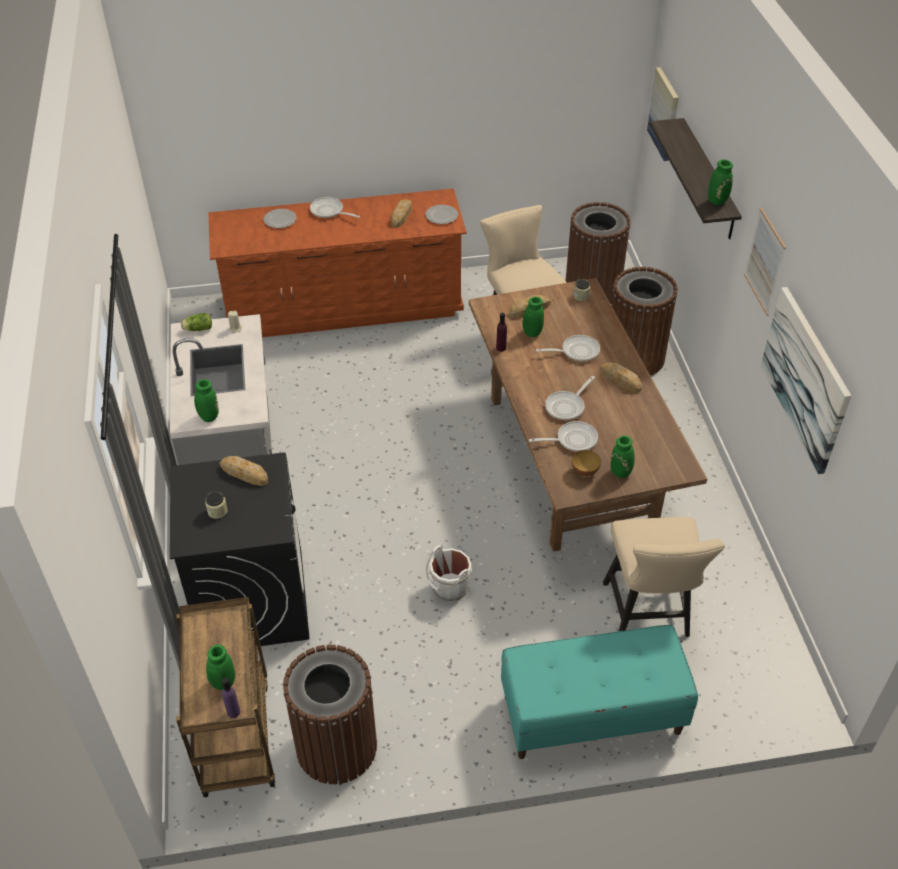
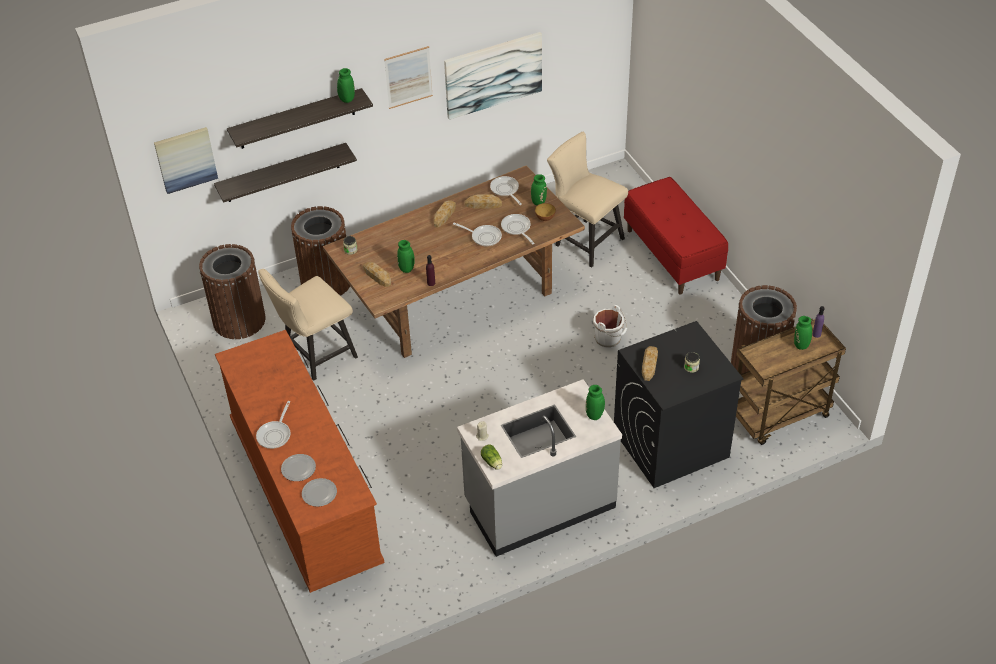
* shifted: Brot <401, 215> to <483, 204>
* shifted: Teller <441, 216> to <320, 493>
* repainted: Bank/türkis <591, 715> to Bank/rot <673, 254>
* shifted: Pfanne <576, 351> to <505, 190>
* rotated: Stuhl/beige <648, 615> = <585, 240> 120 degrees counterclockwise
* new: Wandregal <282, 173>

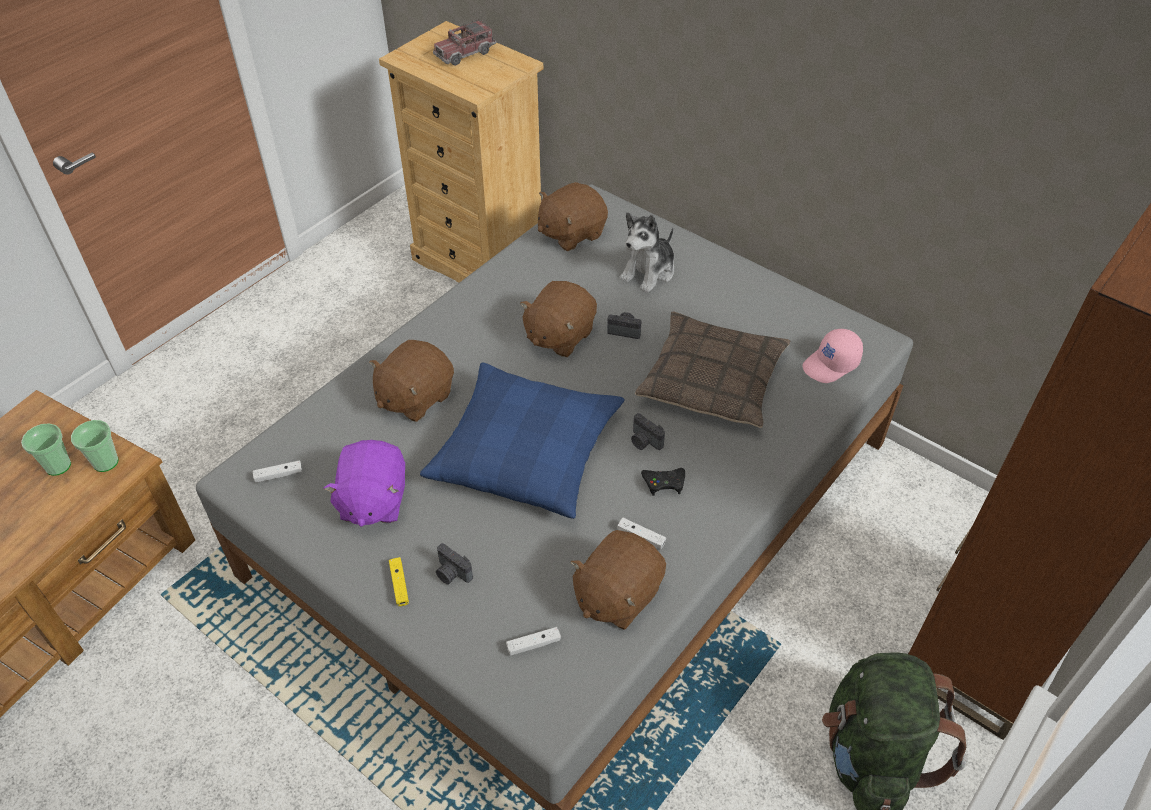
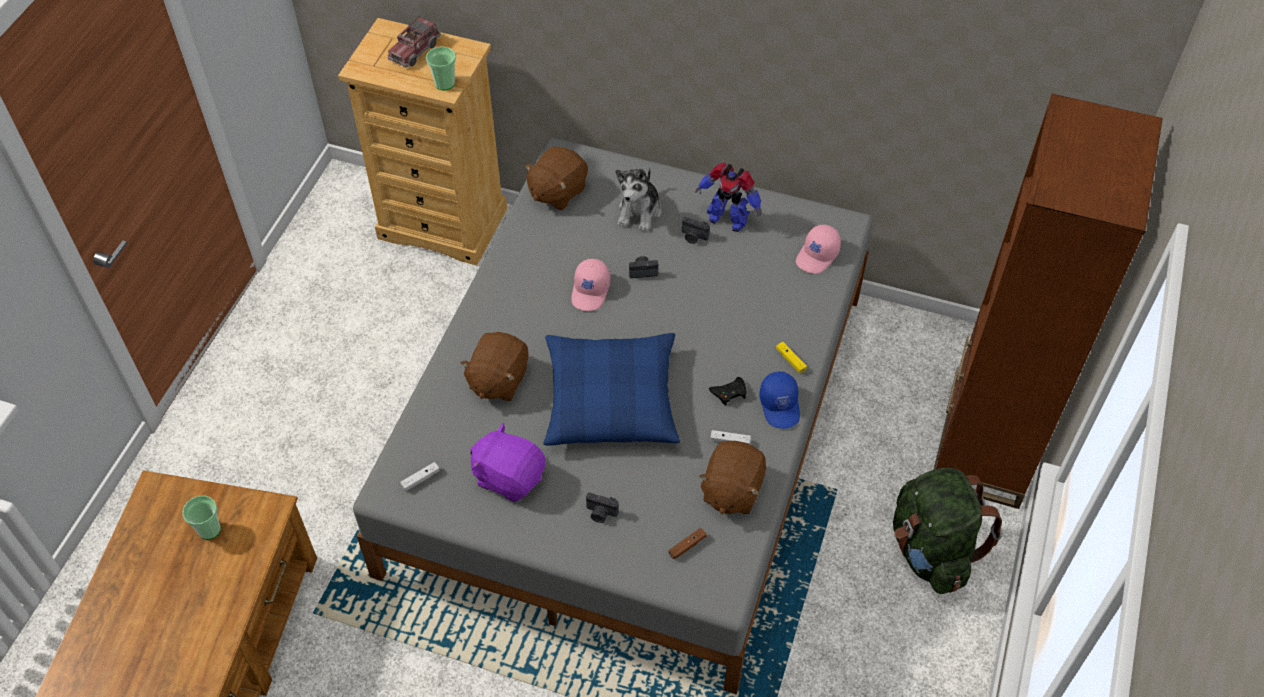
* shifted: Tasse <105, 462> to <444, 83>
* rotated: Plüschtier/lila <372, 501> = <509, 476> 135 degrees clockwise
* shifted: Gamepad/gelb <399, 585> to <790, 360>
* repainted: Gamepad/weiß <533, 644> to Gamepad/braun <687, 546>
* swapped: Plüschtier/braun <559, 336> to Kappe/rosa <591, 291>
* shifted: Kamera <644, 441> to <693, 237>
* gone: Kissen <712, 380>
* new: Spielzeugroboter <727, 218>
* new: Kappe/blau <780, 405>

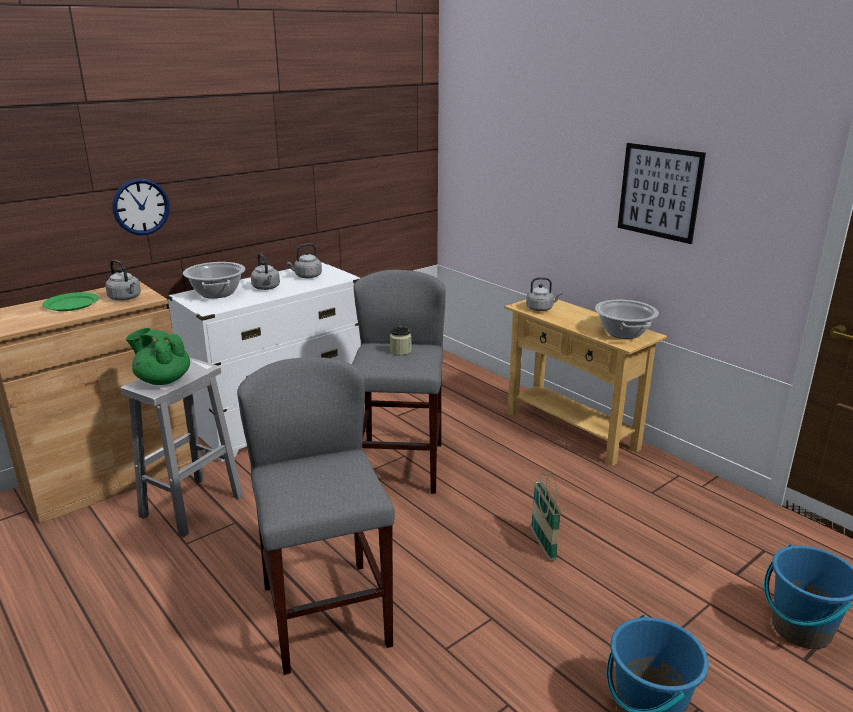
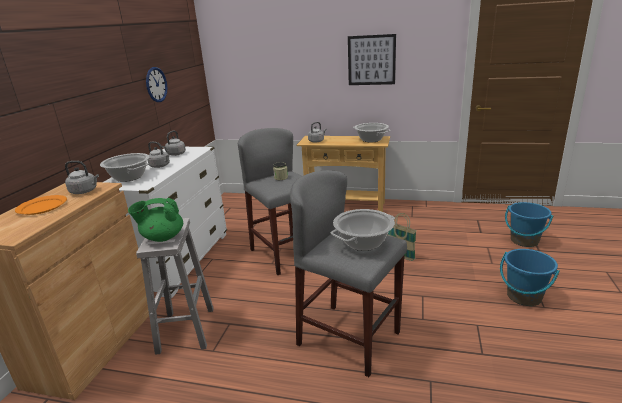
* repainted: Teller/grün <71, 304> to Teller/orange <42, 207>
* shifted: Wanduhr <141, 207> to <156, 84>
* new: Kochtopf <363, 243>

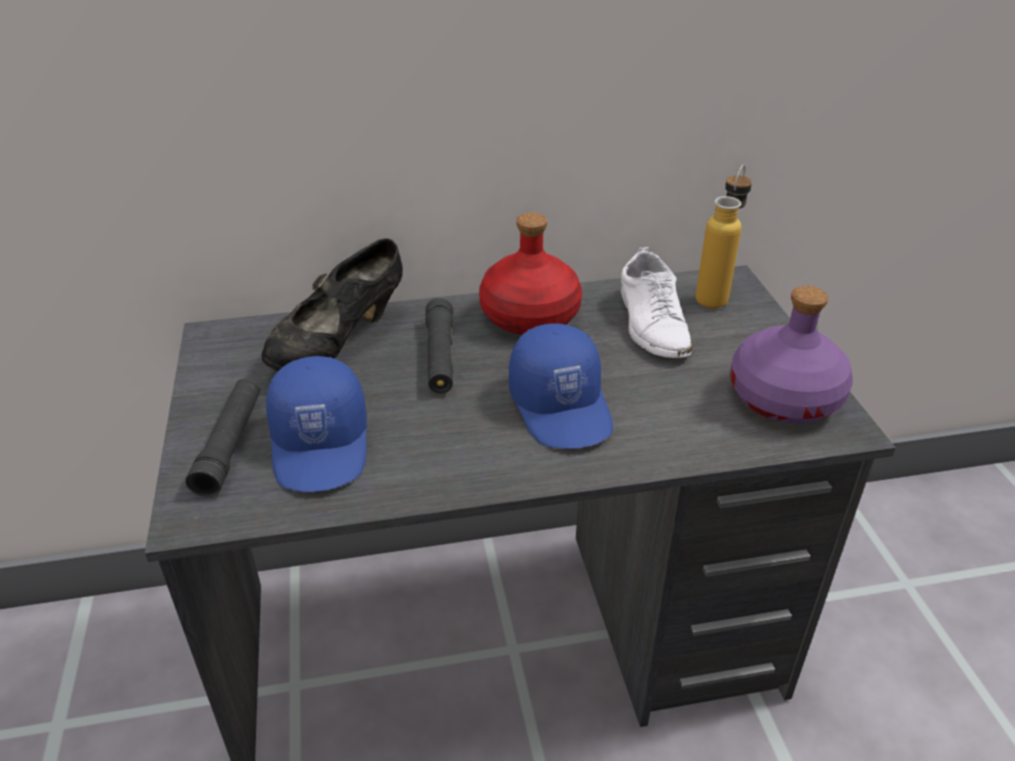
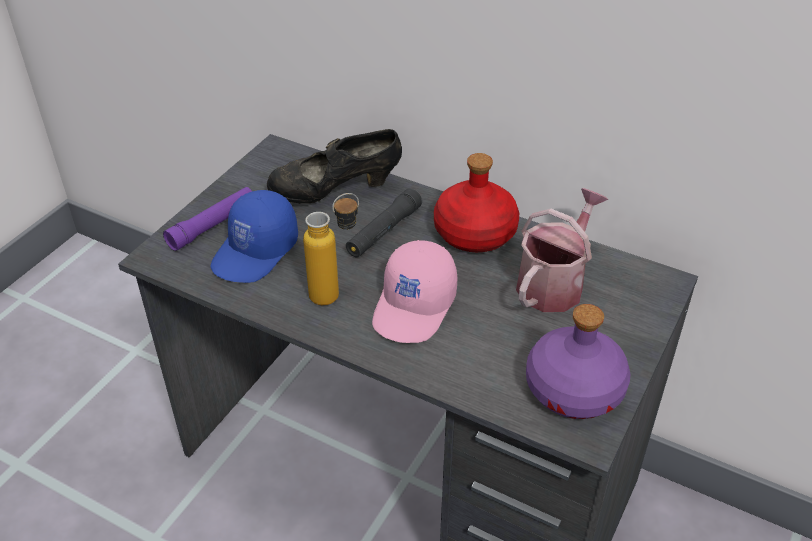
* repainted: Taschenlampe/schwarz <230, 445> to Taschenlampe/lila <213, 225>
* repainted: Kappe/blau <562, 406> to Kappe/rosa <415, 307>
* swapped: Schuh/weiß <652, 323> to Gießkanne <554, 283>
* shifted: Flasche <715, 294> to <336, 293>

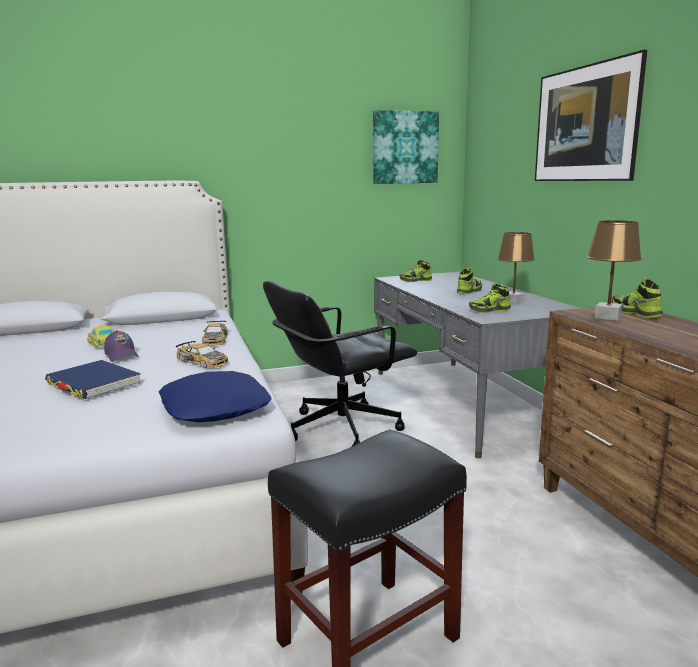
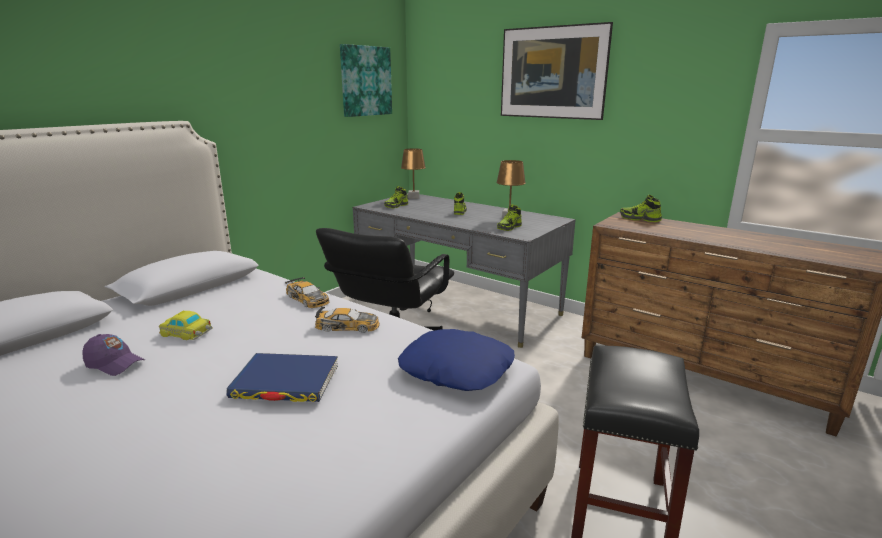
* shifted: Kappe/lila <121, 356> to <114, 364>
* shifted: Tischlampe/braun <607, 317> to <413, 197>

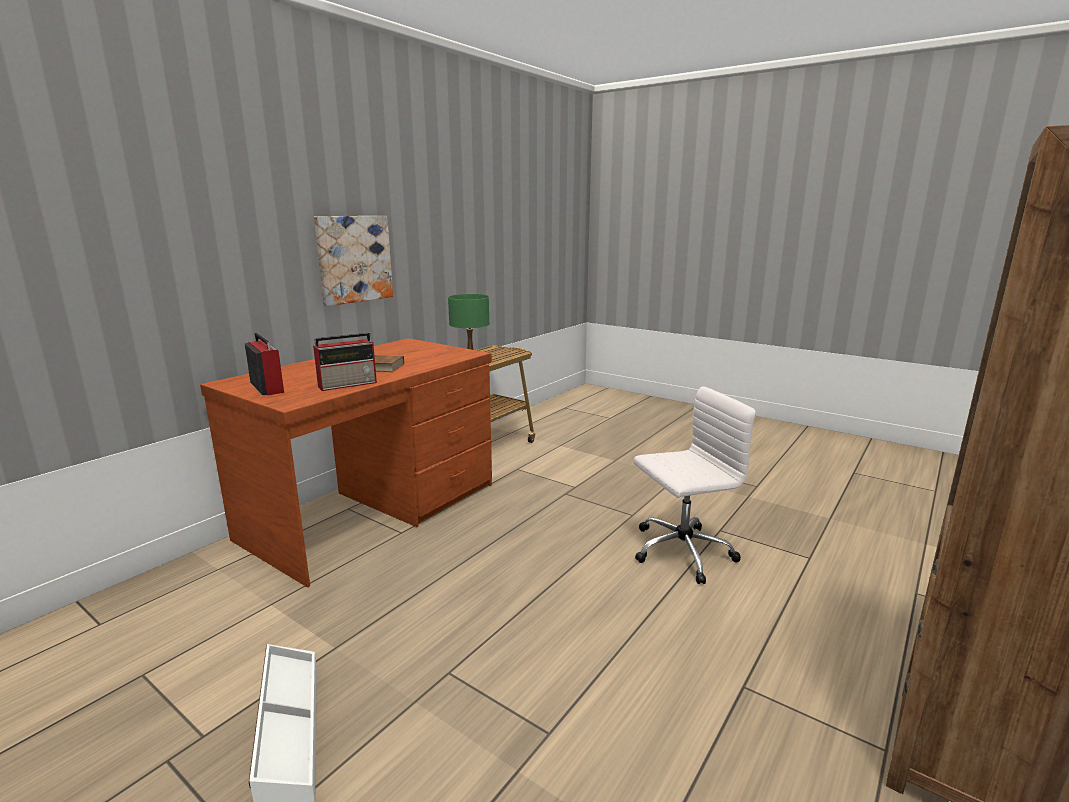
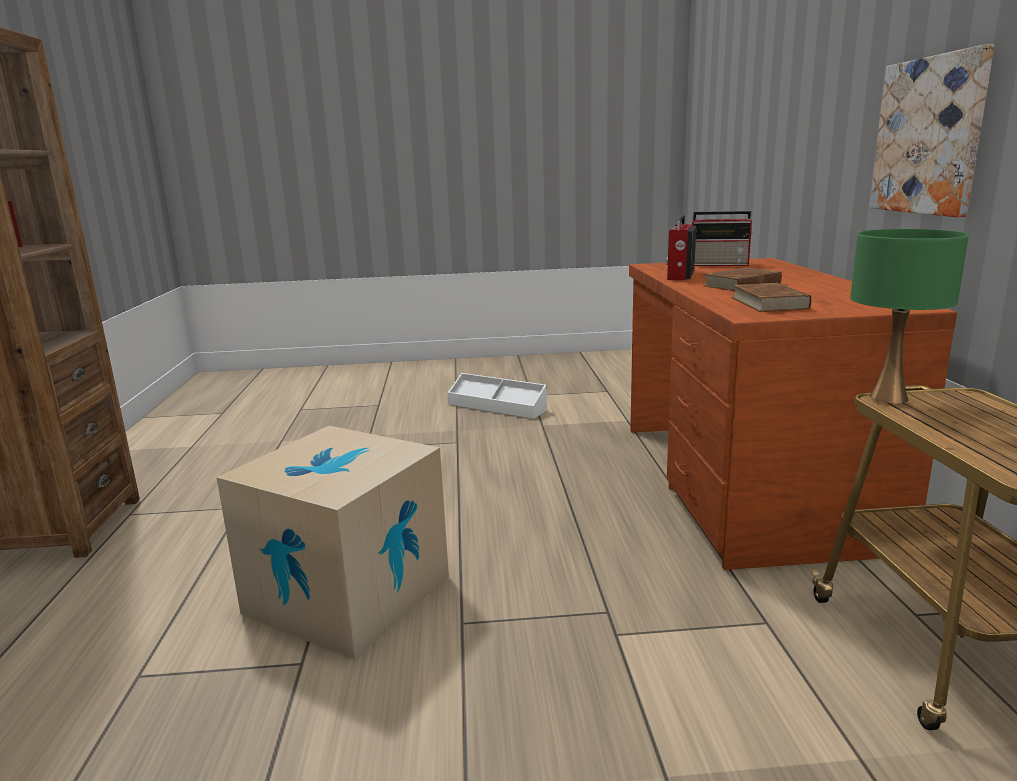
* swapped: Bürostuhl/weiß <680, 552> to Karton <348, 594>
* new: Buch/braun <769, 303>

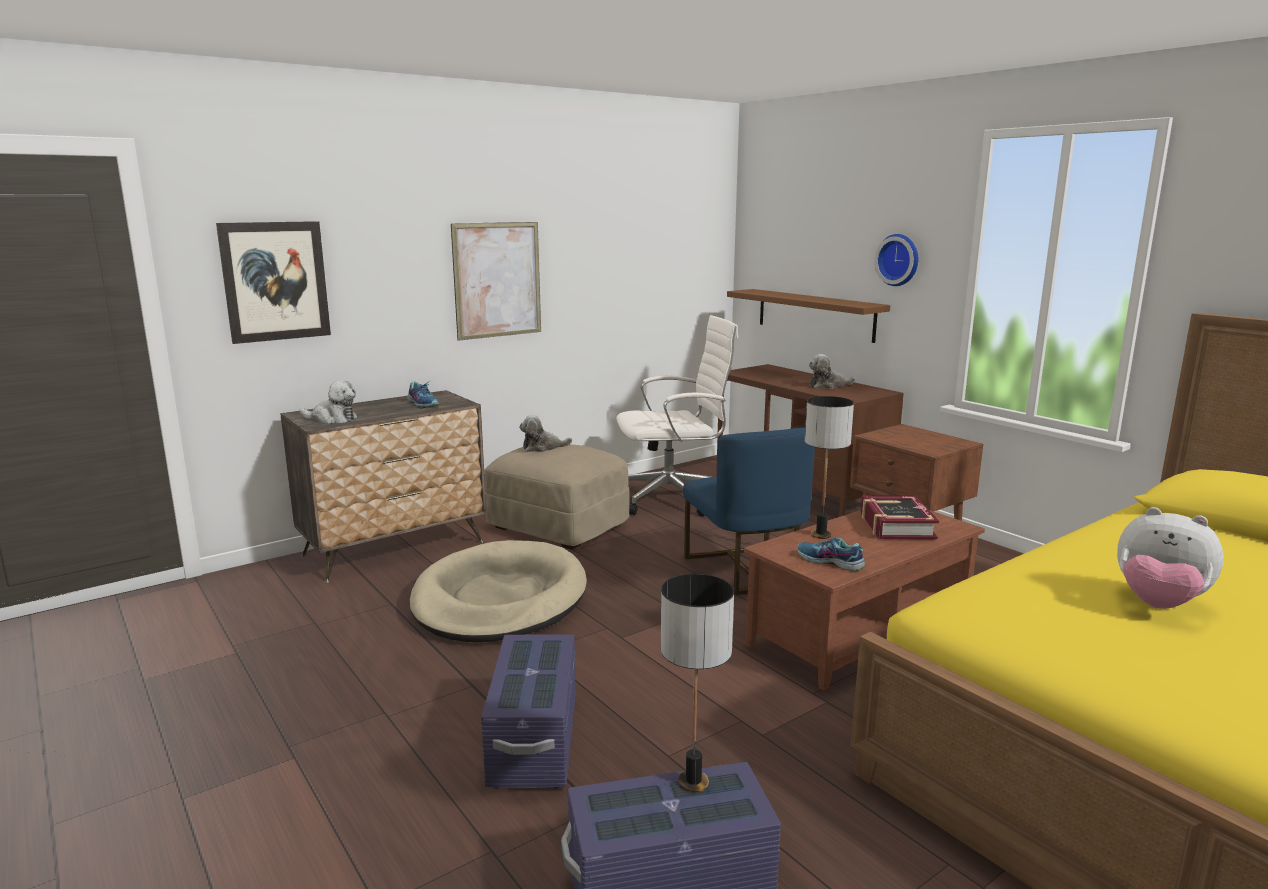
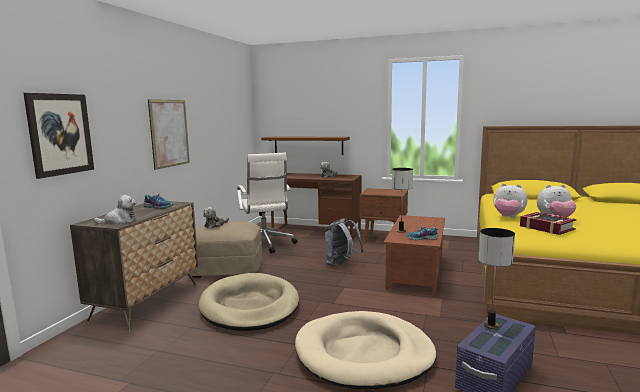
* swapped: Aufbewahrungsbox/lila <533, 742> to Hundebett/beige <364, 354>
* rotated: Bürostuhl/weiß <673, 498> = <265, 244> 120 degrees clockwise
* swapped: Stuhl/blau <744, 570> to Rucksack/grau <341, 264>
* shifted: Buch <896, 525> to <546, 228>
* gone: Wanduhr <899, 260>
* new: Plüschtier <508, 217>

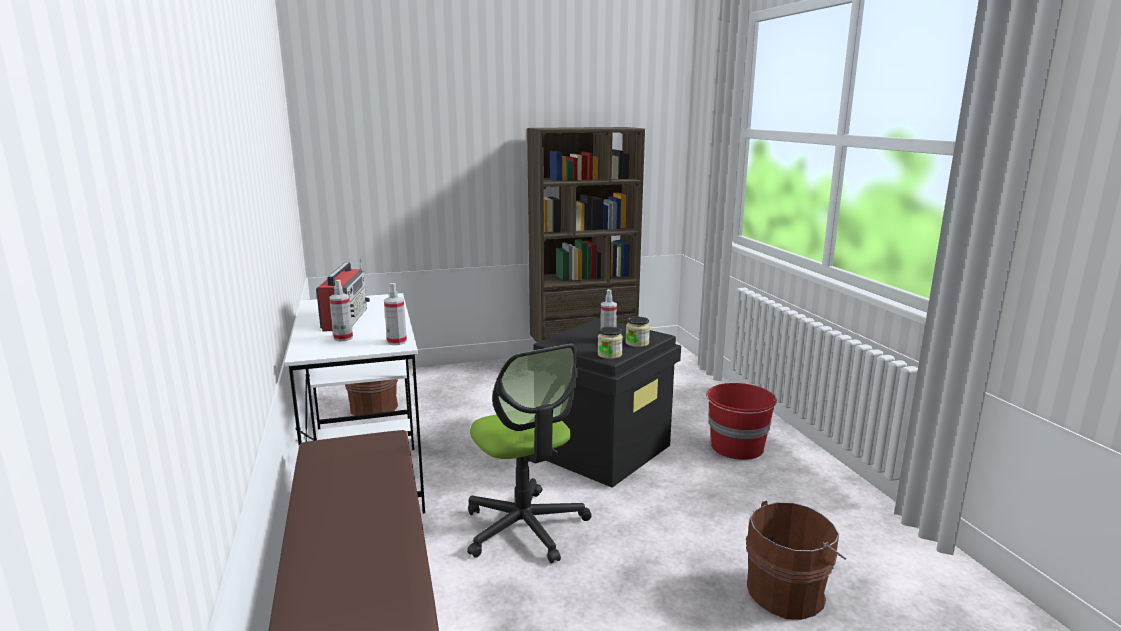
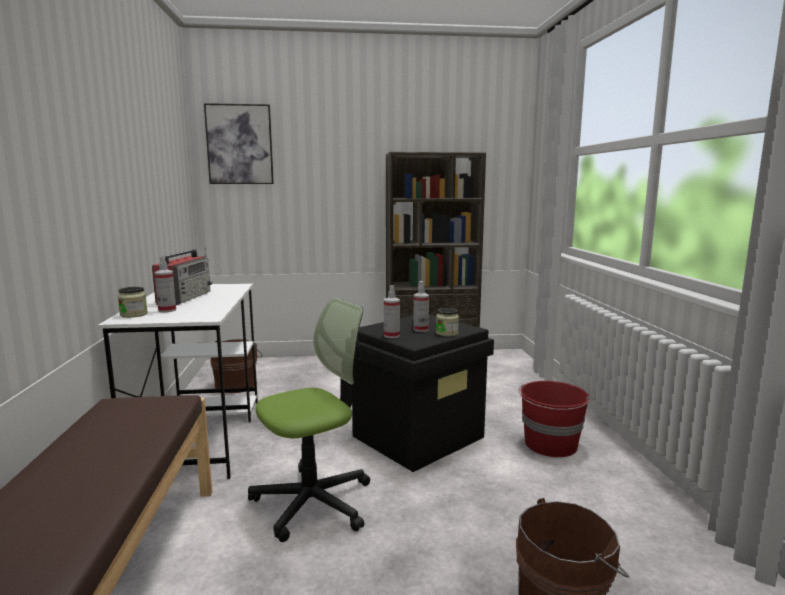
* shifted: Sprühflasche <397, 342> to <391, 335>
* rotated: Bürostuhl <525, 527> = <313, 502> 105 degrees counterclockwise
* shifted: Vorratsglas <609, 354> to <134, 314>
* new: Bild <239, 144>

